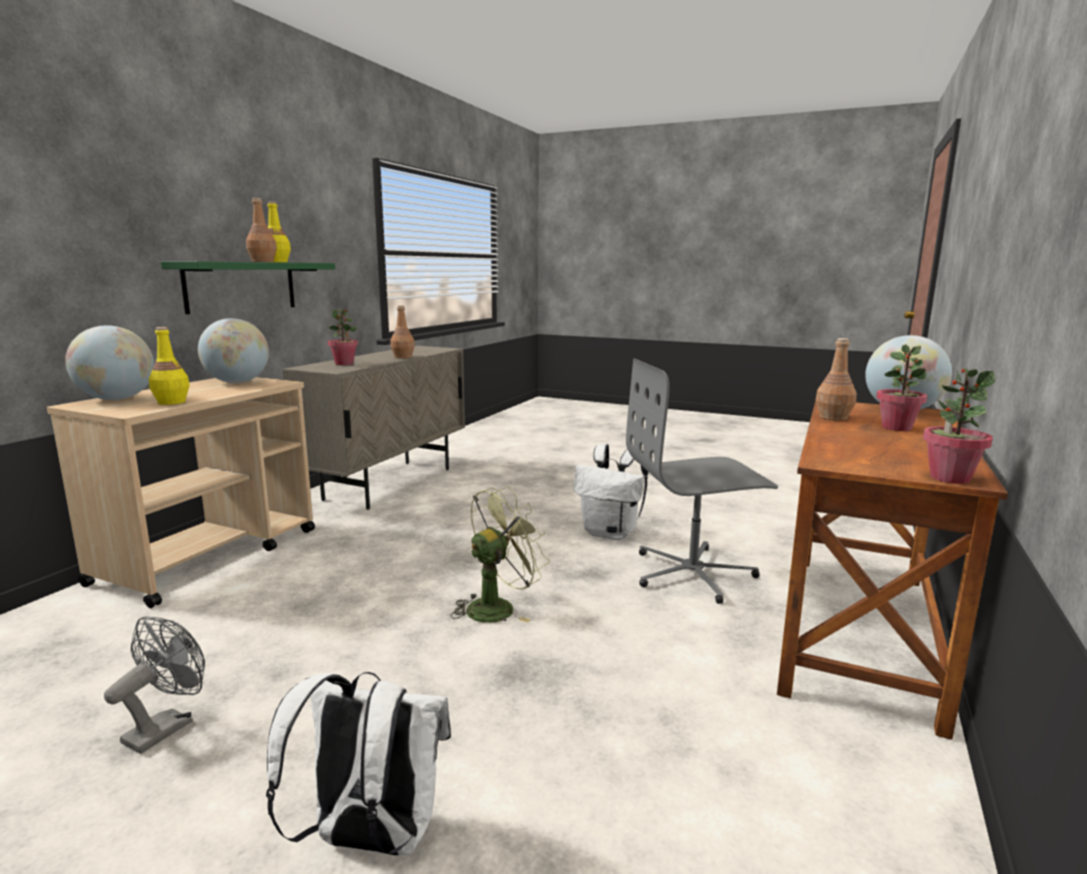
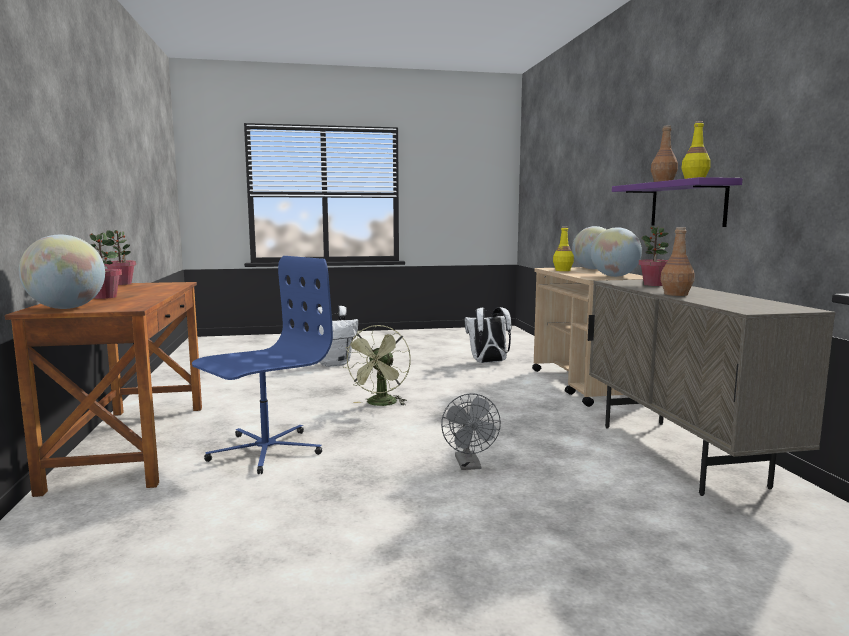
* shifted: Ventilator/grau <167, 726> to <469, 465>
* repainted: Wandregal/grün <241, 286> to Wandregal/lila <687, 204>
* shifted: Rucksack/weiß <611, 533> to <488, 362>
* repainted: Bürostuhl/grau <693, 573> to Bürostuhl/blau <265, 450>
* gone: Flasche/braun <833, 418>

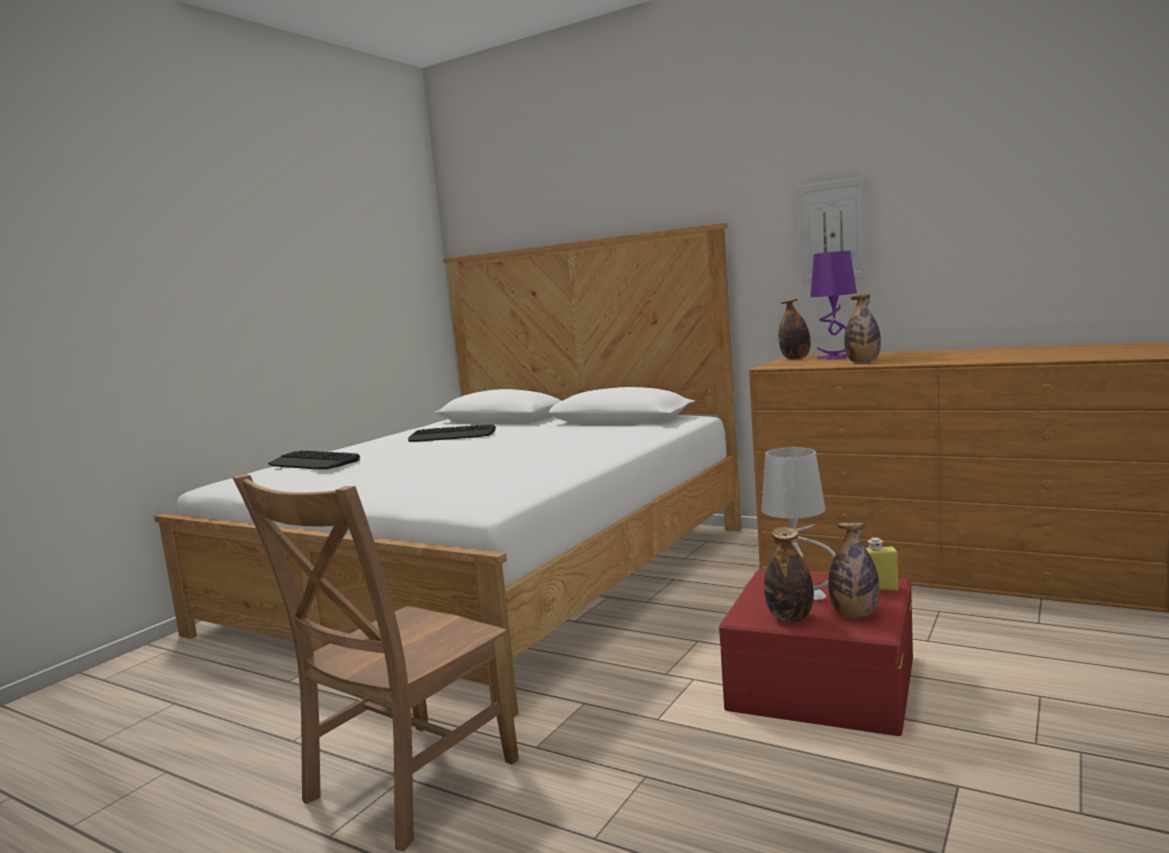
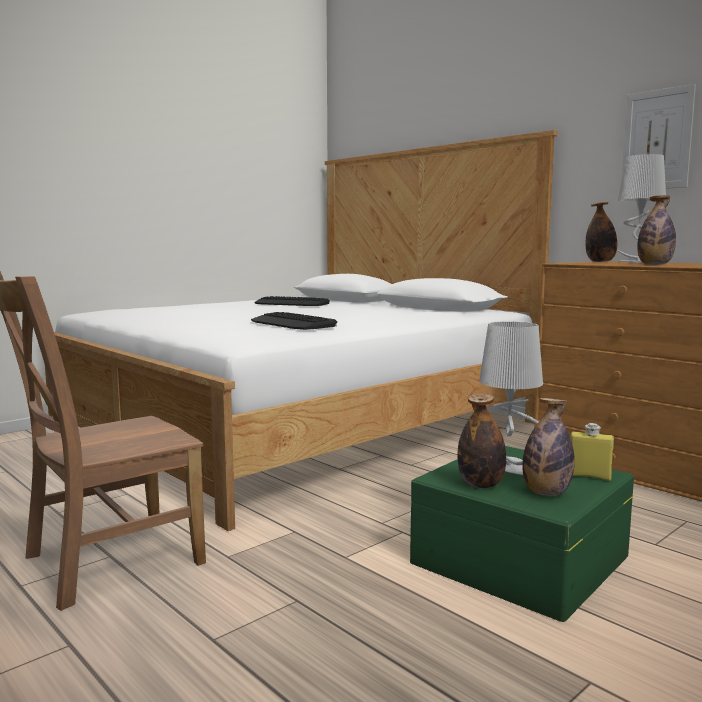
* shifted: Tastatur <313, 462> to <292, 323>
* repainted: Aufbewahrungsbox/rot <821, 683> to Aufbewahrungsbox/grün <518, 559>
* repainted: Tischlampe/lila <836, 358> to Tischlampe/grau <638, 263>

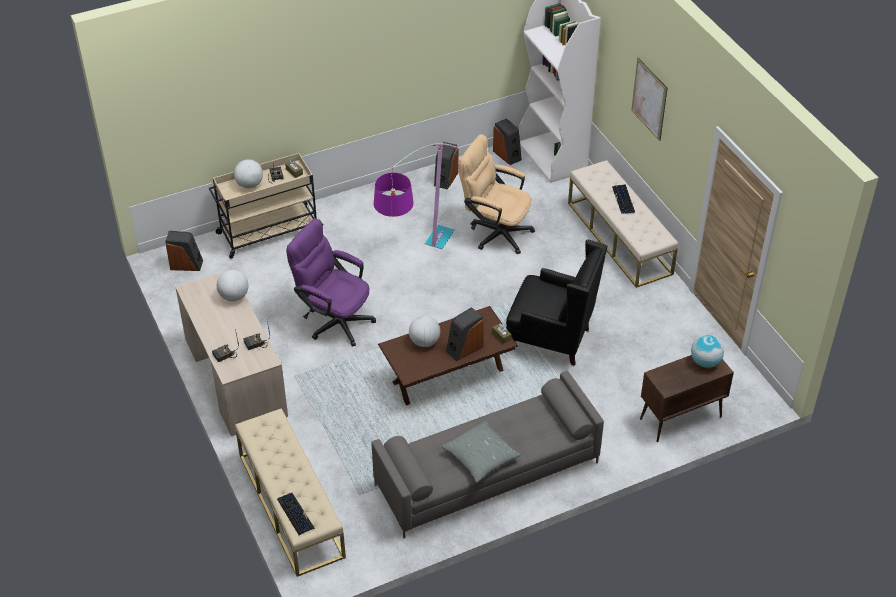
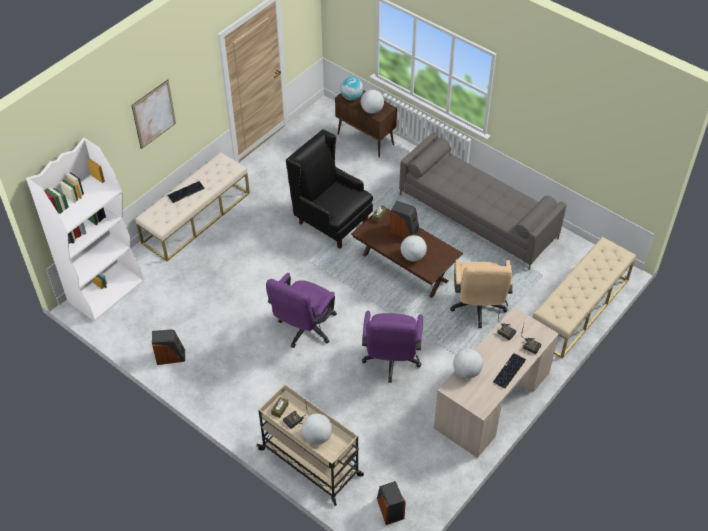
* shifted: Tastatur <295, 514> to <509, 371>
* swapped: Stehlampe <416, 272> to Bürostuhl/lila <304, 330>
* gone: Kissen/grau <481, 456>
* shifted: Bürostuhl/beige <495, 232> to <478, 309>
* gone: Lautsprecher <507, 155>
* rotated: Sessel/schwarz <551, 339> = <331, 223> 45 degrees counterclockwise
* new: Globus <372, 110>

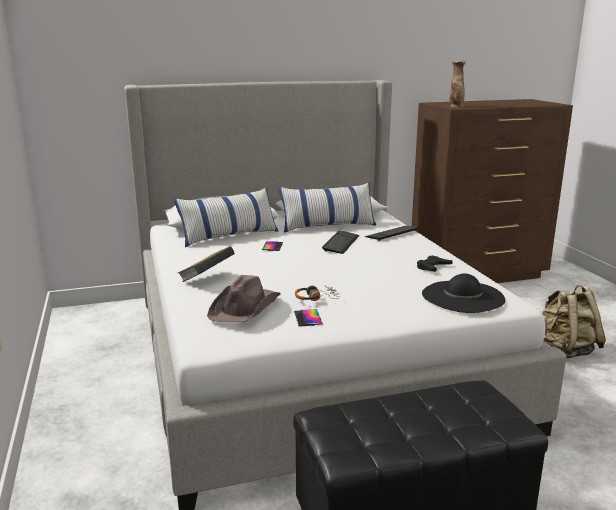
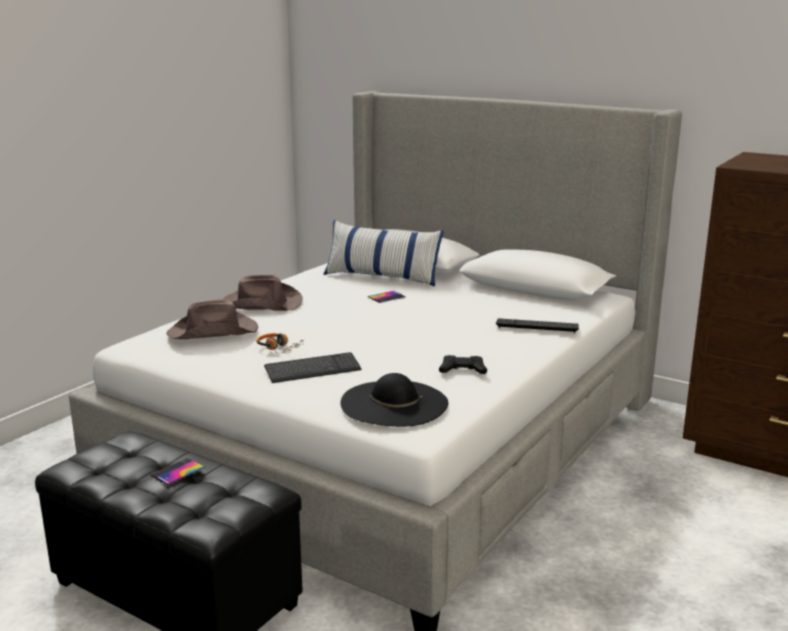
* swapped: Buch <207, 279> to Hut/braun <261, 303>
* gone: Kissen <327, 226>
* shifted: Handy <308, 318> to <177, 471>
* shifted: Tastatur <341, 243> to <312, 370>
* gone: Vase <455, 106>
* gone: Rucksack/beige <565, 350>

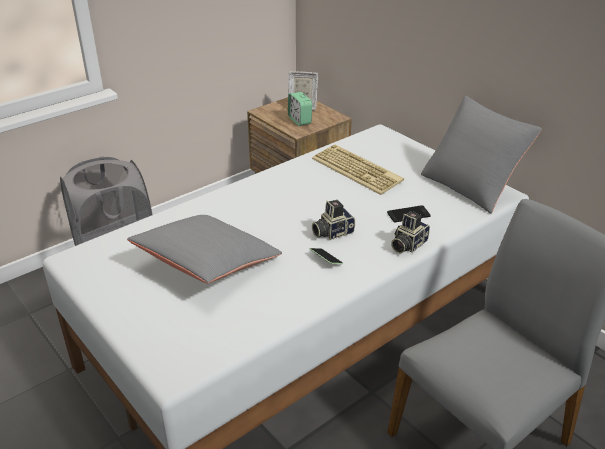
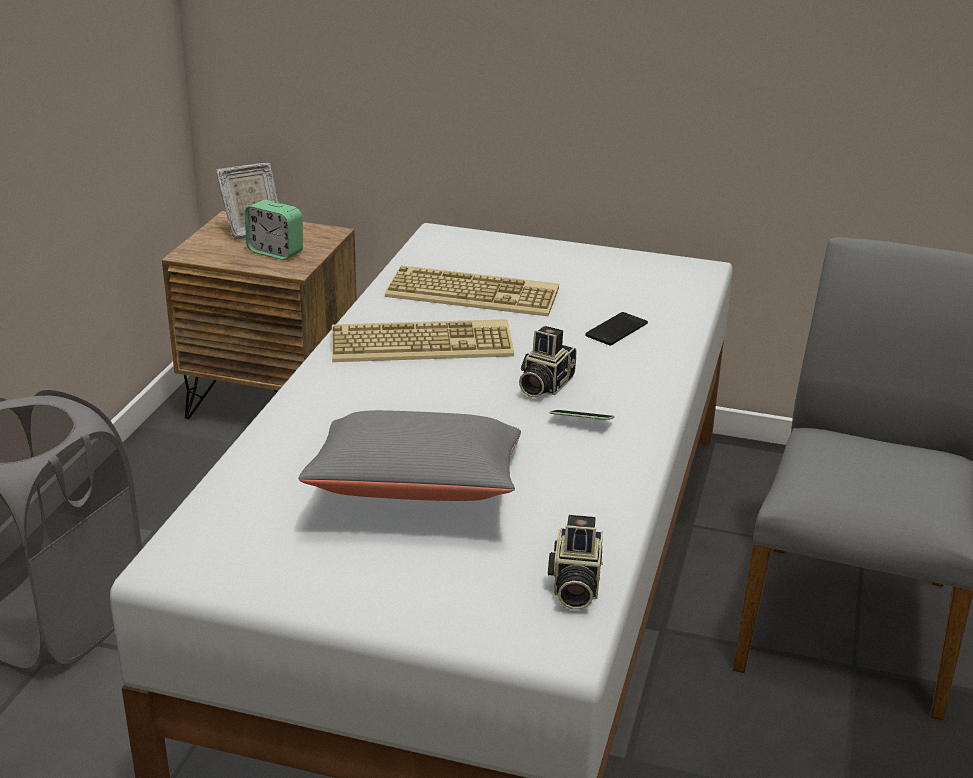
* shifted: Kamera <407, 245> to <574, 586>
* gone: Kissen/grau <472, 185>
* new: Tastatur <423, 342>

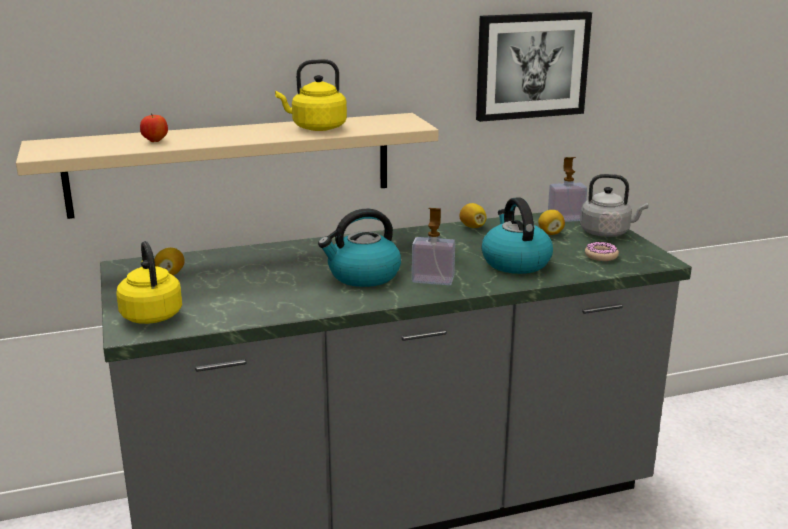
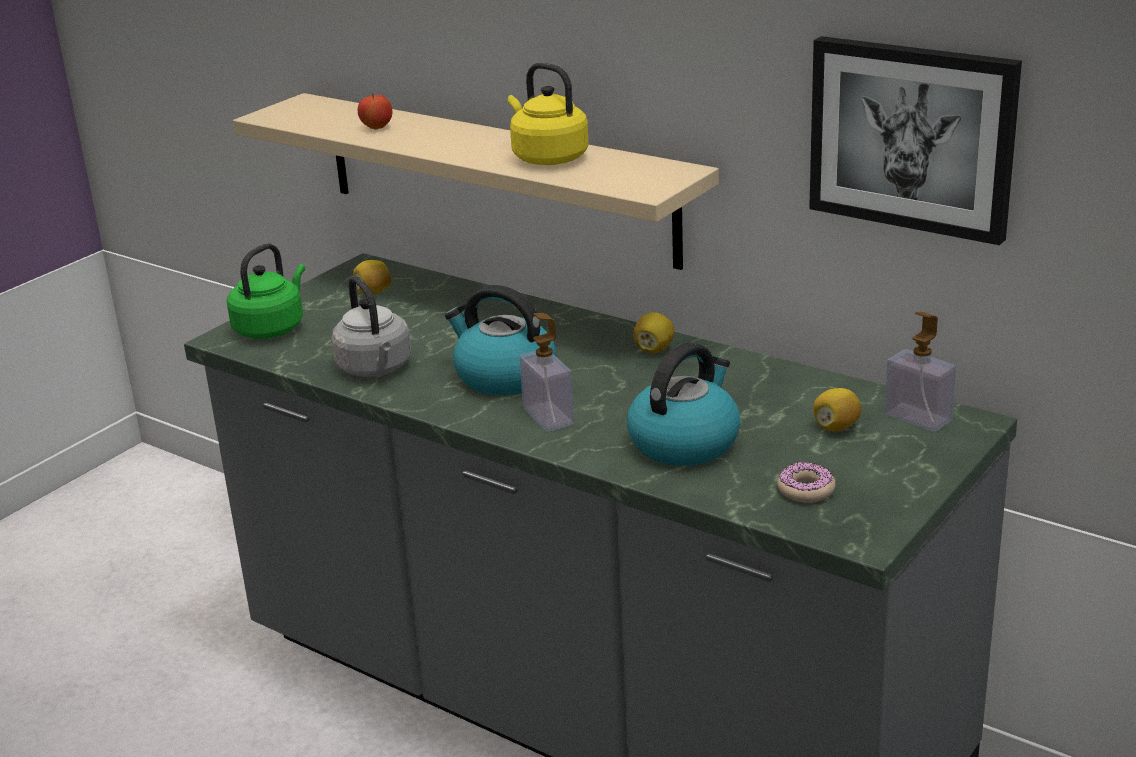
* repainted: Wasserkessel/gelb <151, 314> to Wasserkessel/grün <271, 328>
* shifted: Zitrone <472, 227> to <654, 350>
* shifted: Wasserkessel/grau <607, 233> to <376, 368>

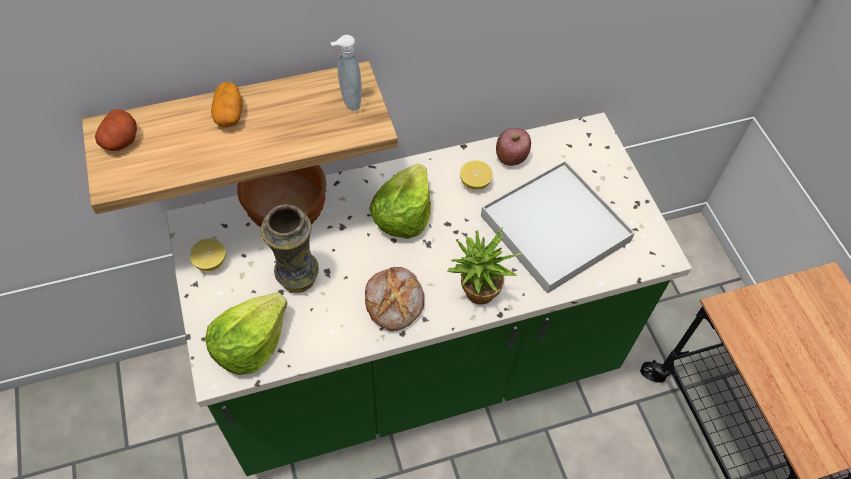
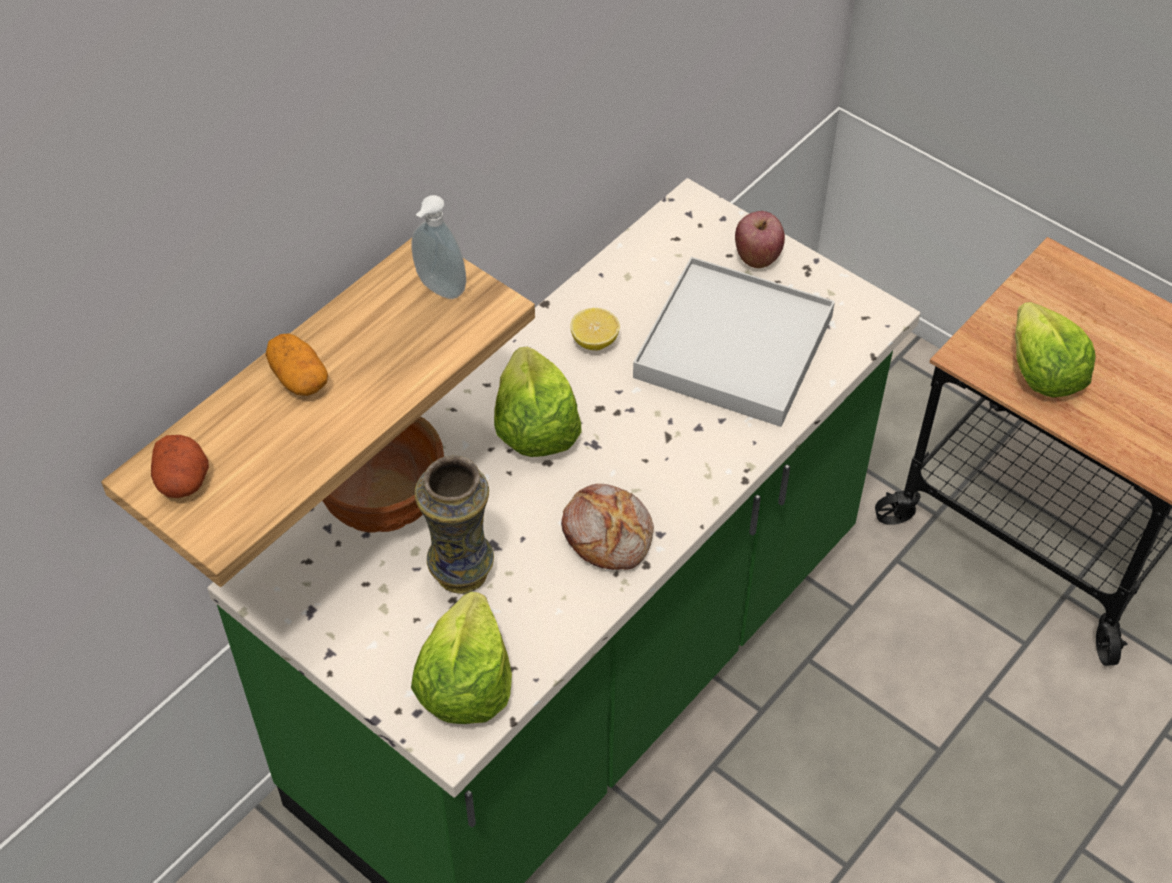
* gone: Zitrone <210, 262>
* gone: Topfpflanze <476, 296>
* shifted: Apfel <511, 157> to <757, 256>
* new: Salatkopf <1043, 371>

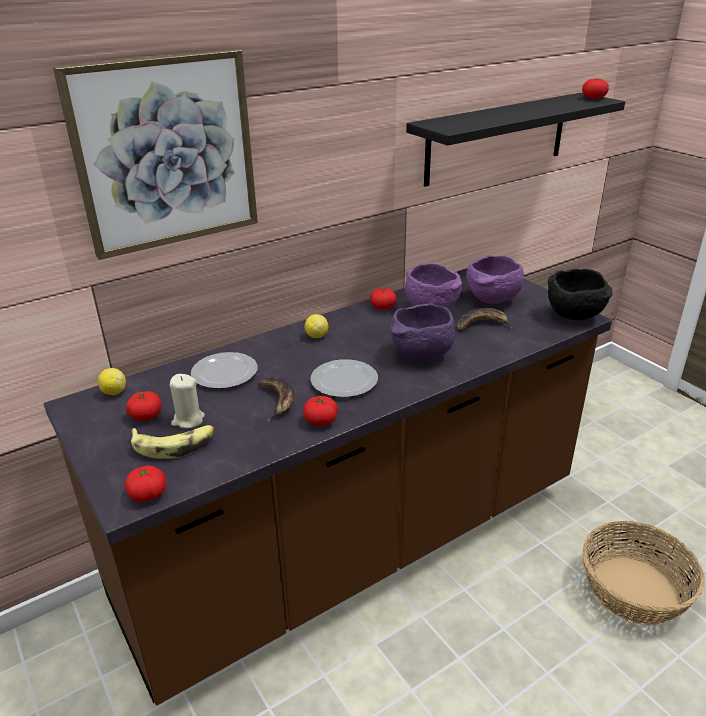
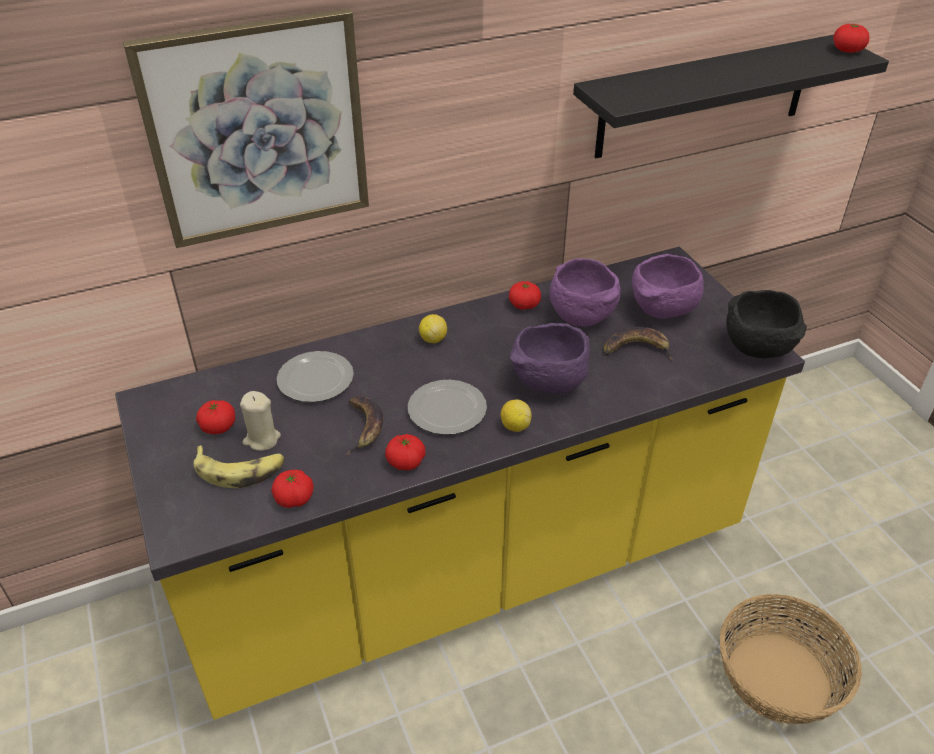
* repainted: Küchenzeile/braun <355, 543> to Küchenzeile/gelb <467, 566>
* shifted: Zitrone <114, 392> to <515, 426>
* shifted: Tomate <148, 494> to <294, 498>

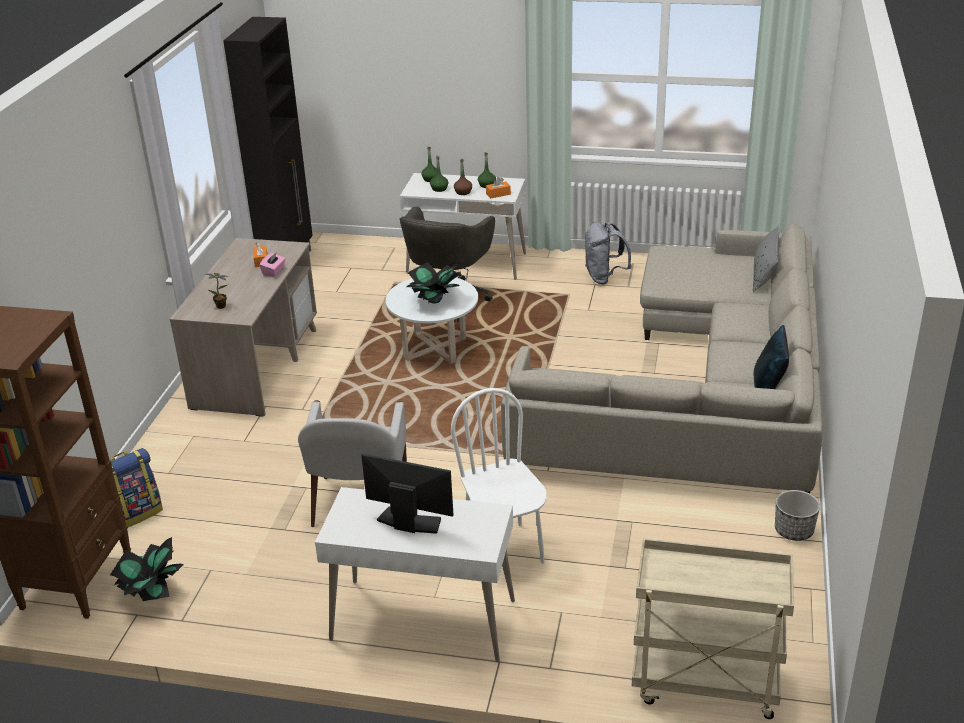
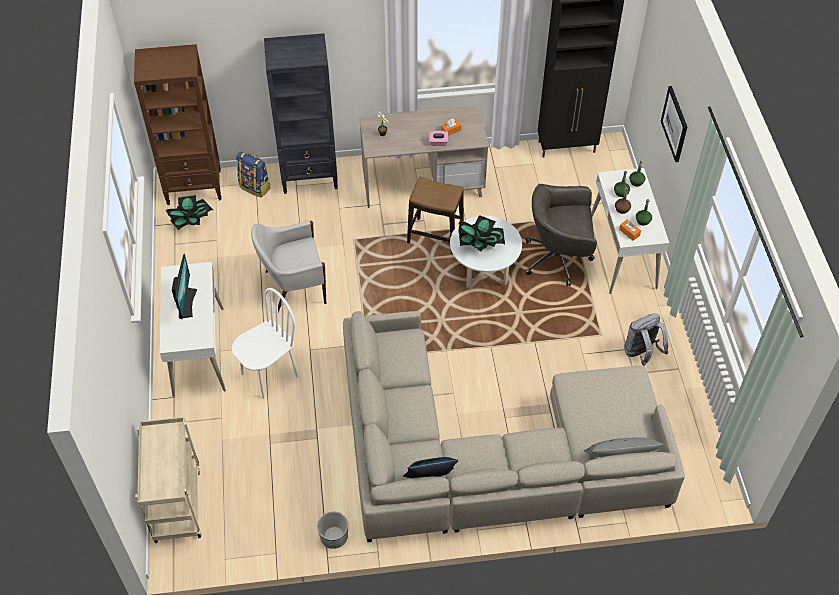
* new: Bücherregal/schwarz <310, 176>
* new: Hocker <435, 236>
* new: Bild <675, 124>

